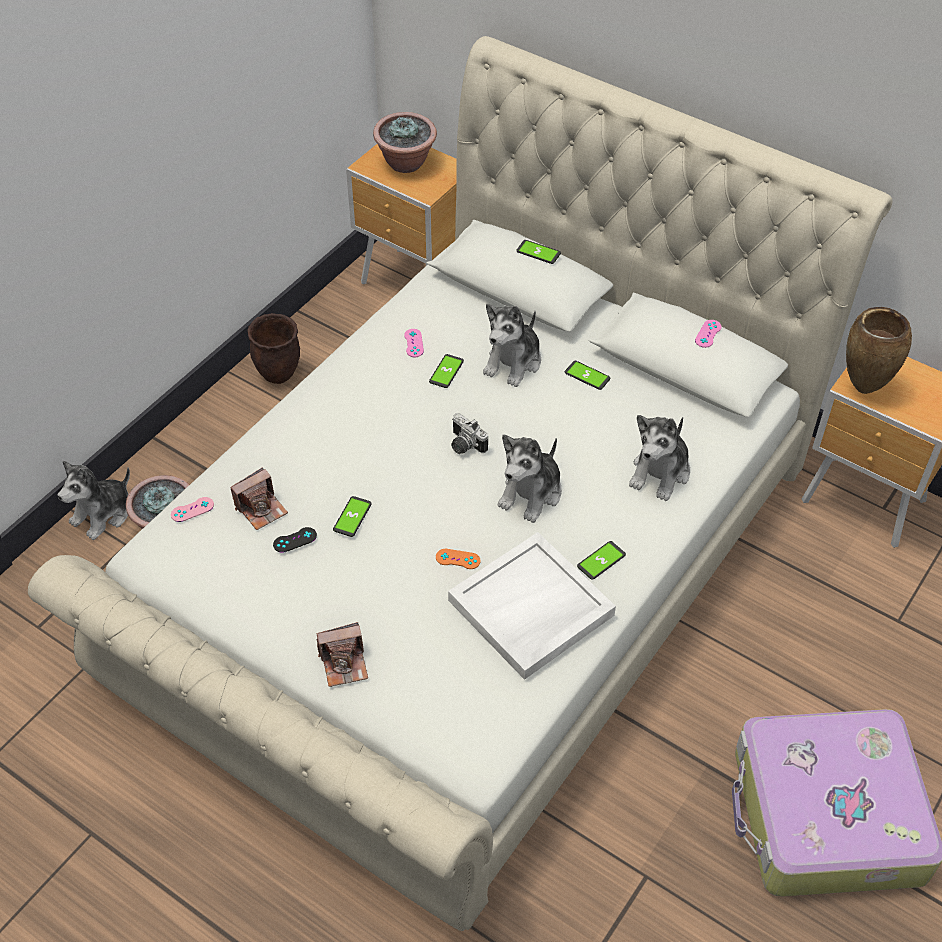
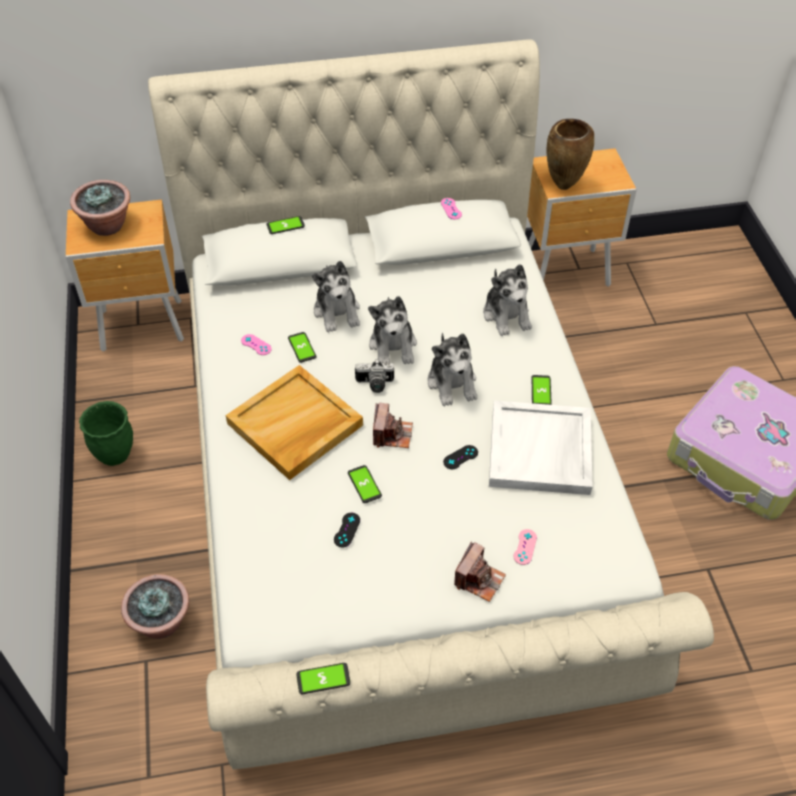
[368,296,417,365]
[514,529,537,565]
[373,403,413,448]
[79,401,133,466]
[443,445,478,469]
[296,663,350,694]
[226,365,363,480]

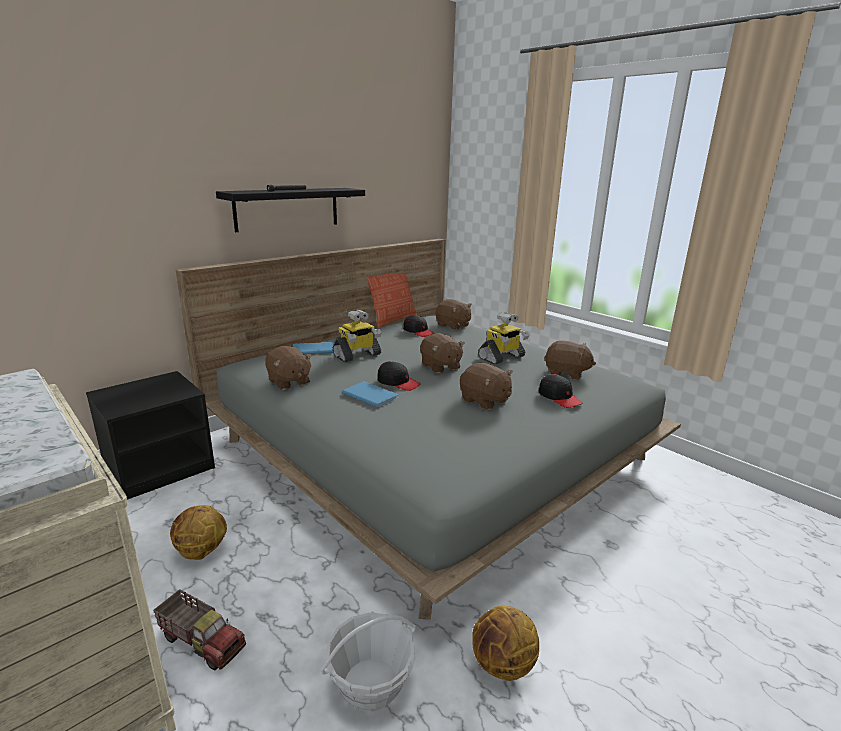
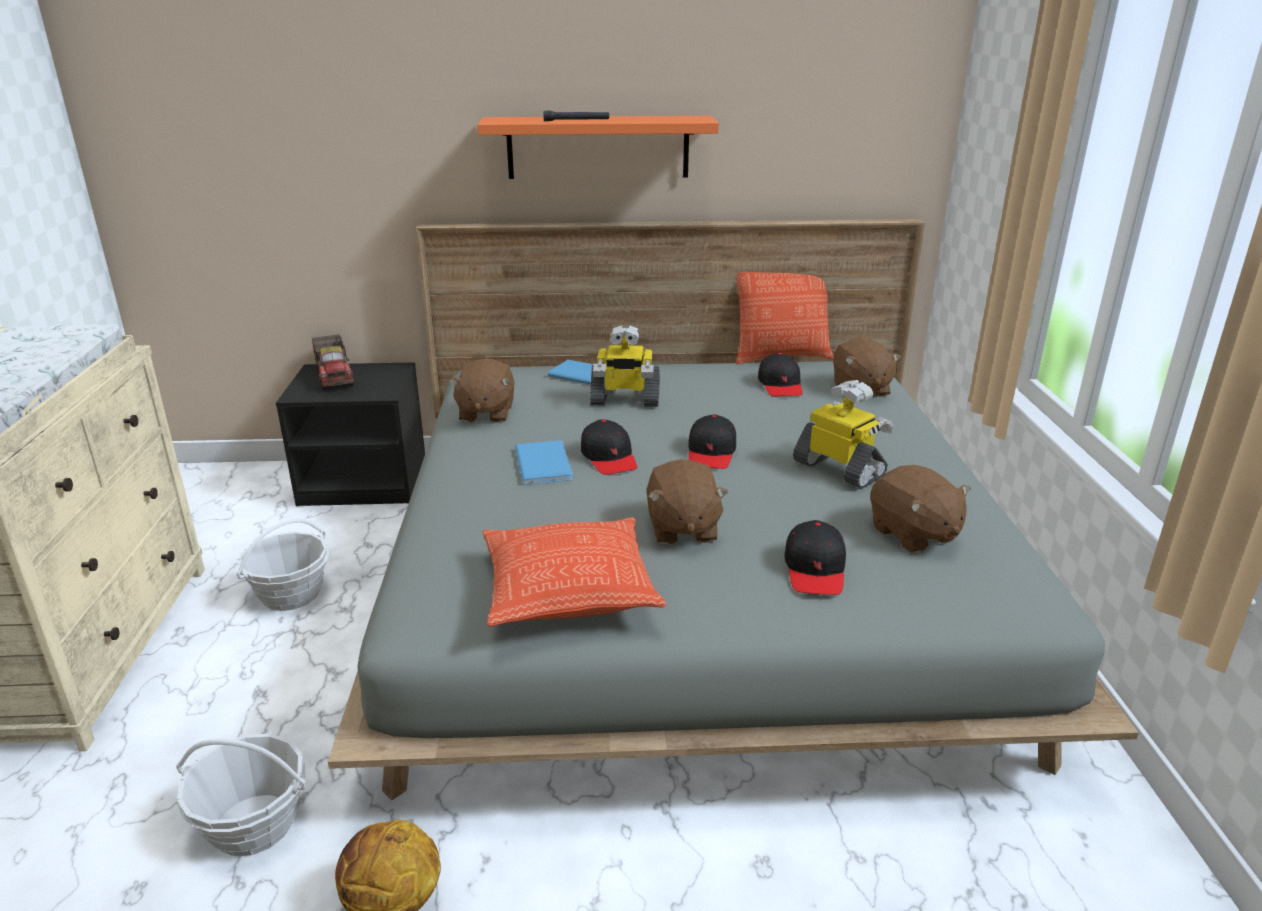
[312,334,354,389]
[237,519,329,611]
[477,116,719,179]
[688,415,736,469]
[793,380,894,488]
[483,517,666,626]

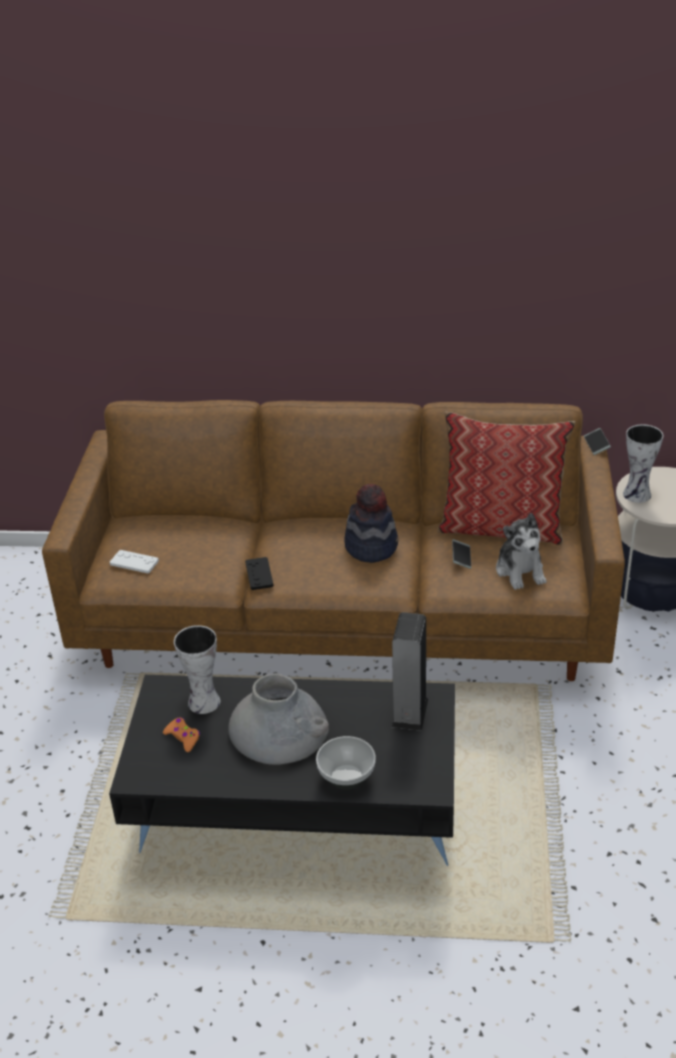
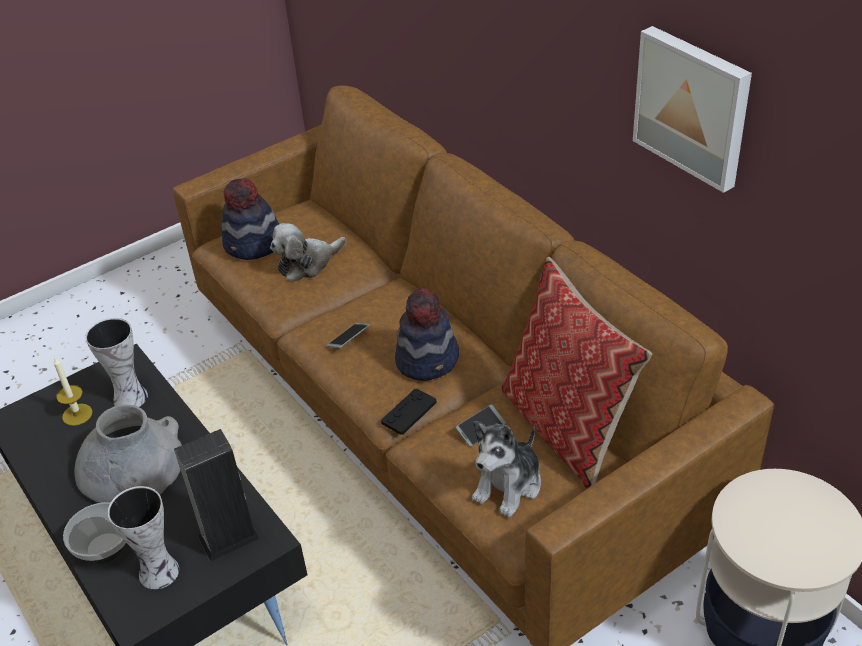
[222,178,279,260]
[54,358,92,426]
[381,389,437,435]
[327,323,370,348]
[108,486,179,589]
[270,223,346,282]
[633,26,752,193]

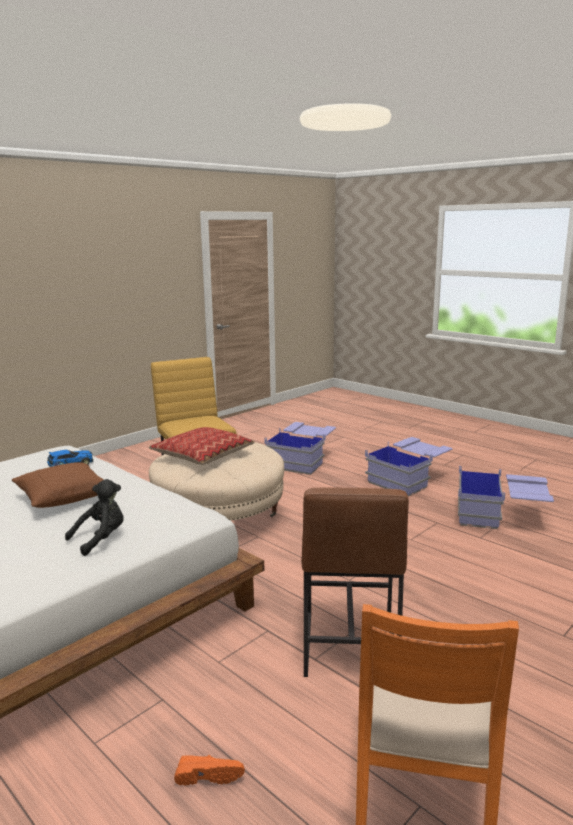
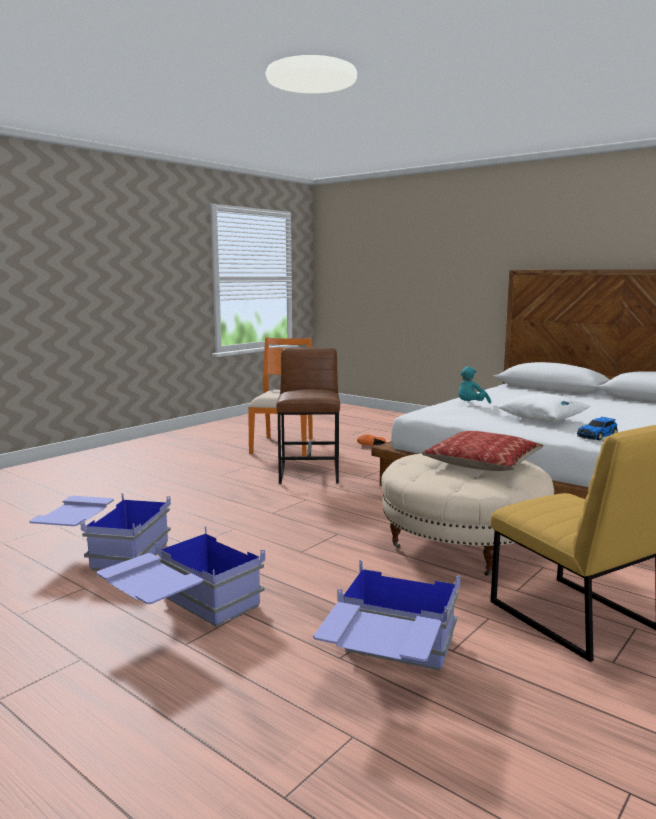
[499,393,590,422]
[458,366,491,403]

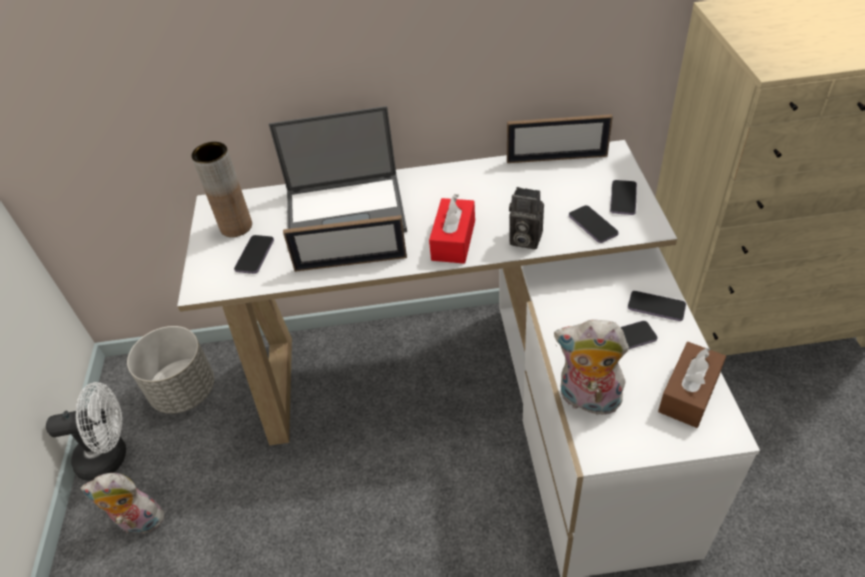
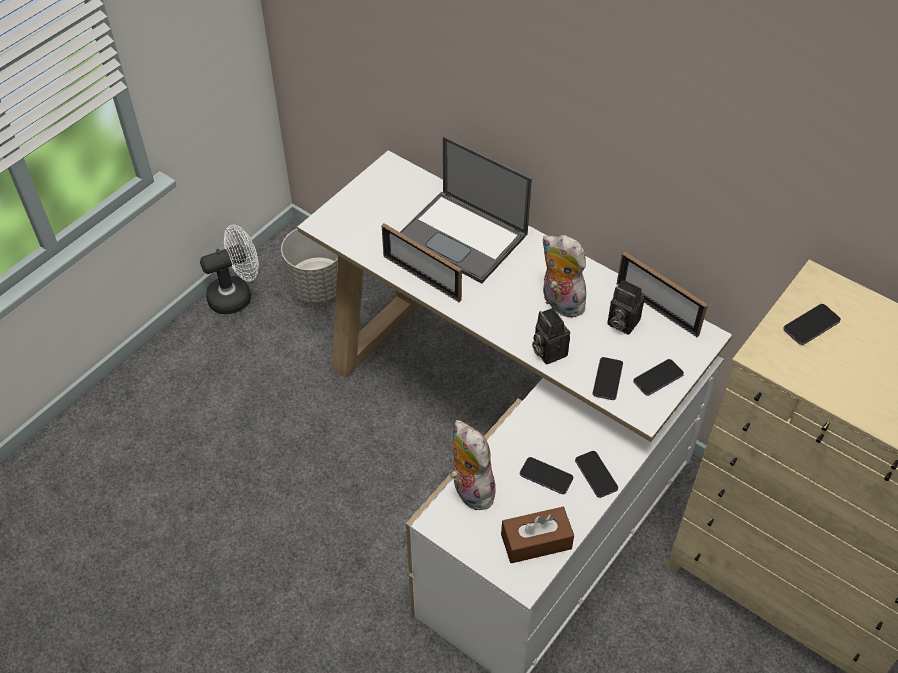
[200,225,259,314]
[542,235,586,318]
[192,142,252,237] (first image)
[783,304,841,345]
[429,194,475,264] (first image)
[607,279,645,335]

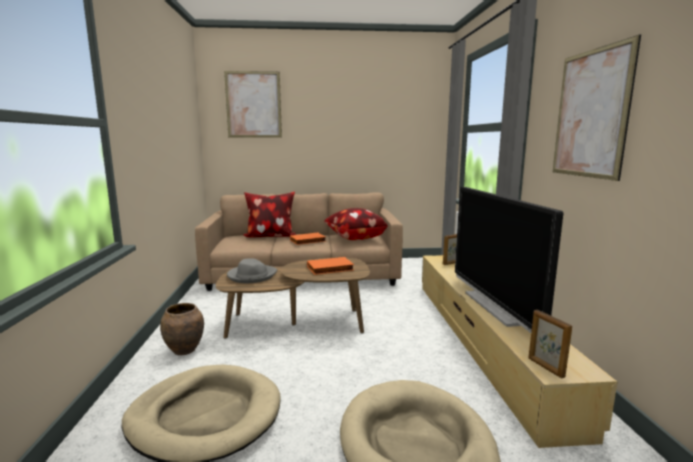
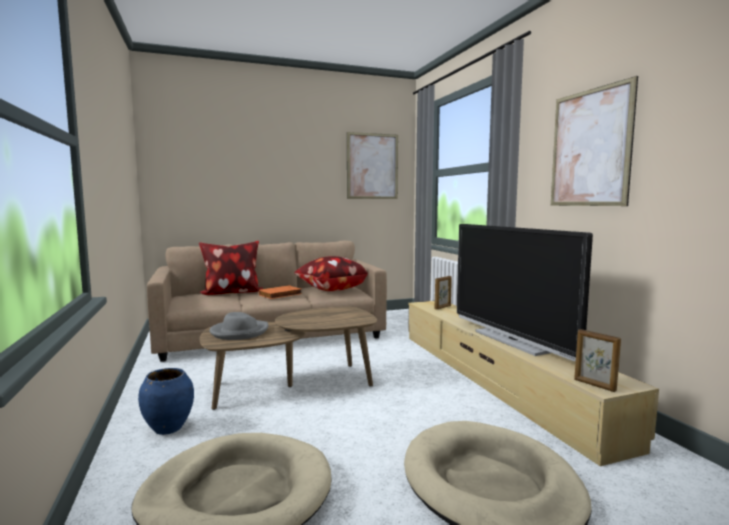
[138,368,194,435]
[347,132,398,199]
[307,257,354,275] (first image)

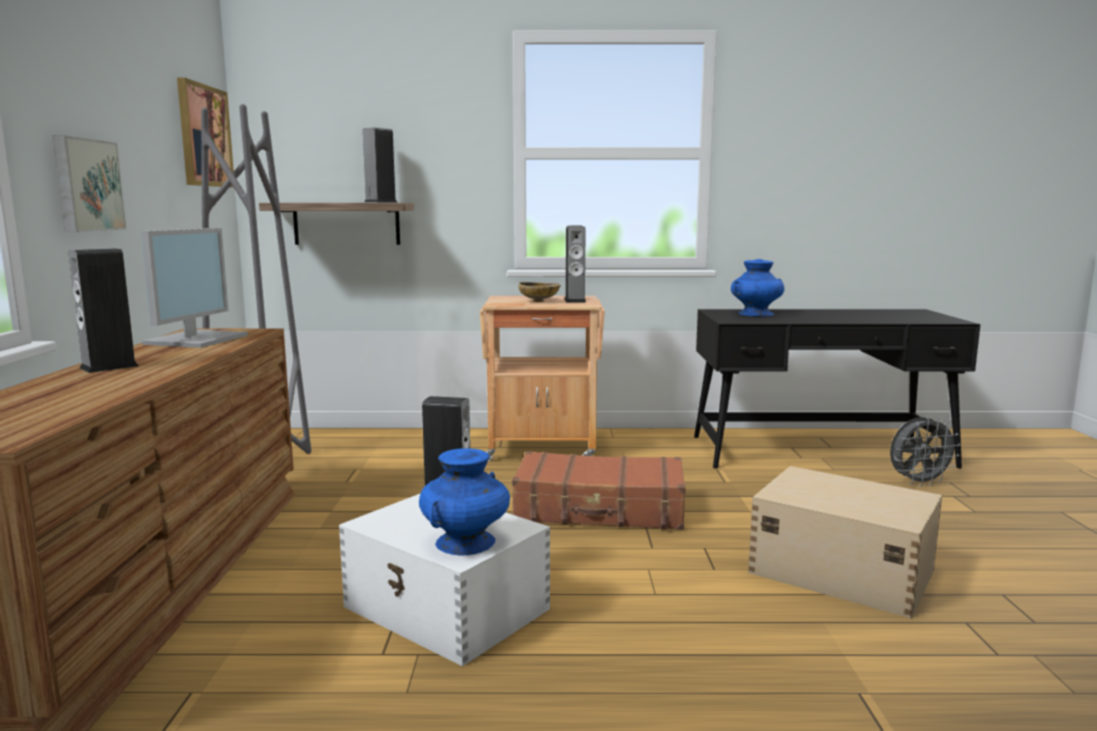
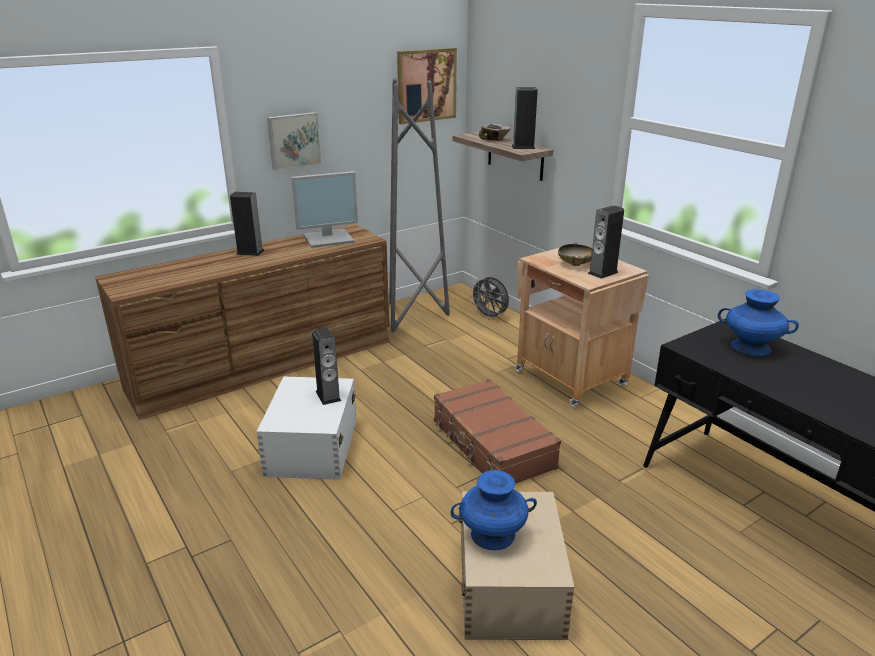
[451,470,537,550]
[470,277,509,320]
[479,124,511,141]

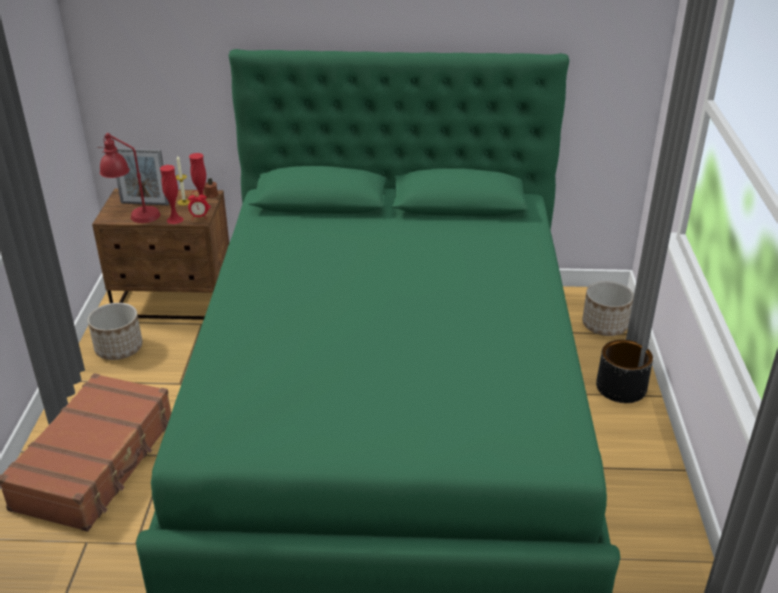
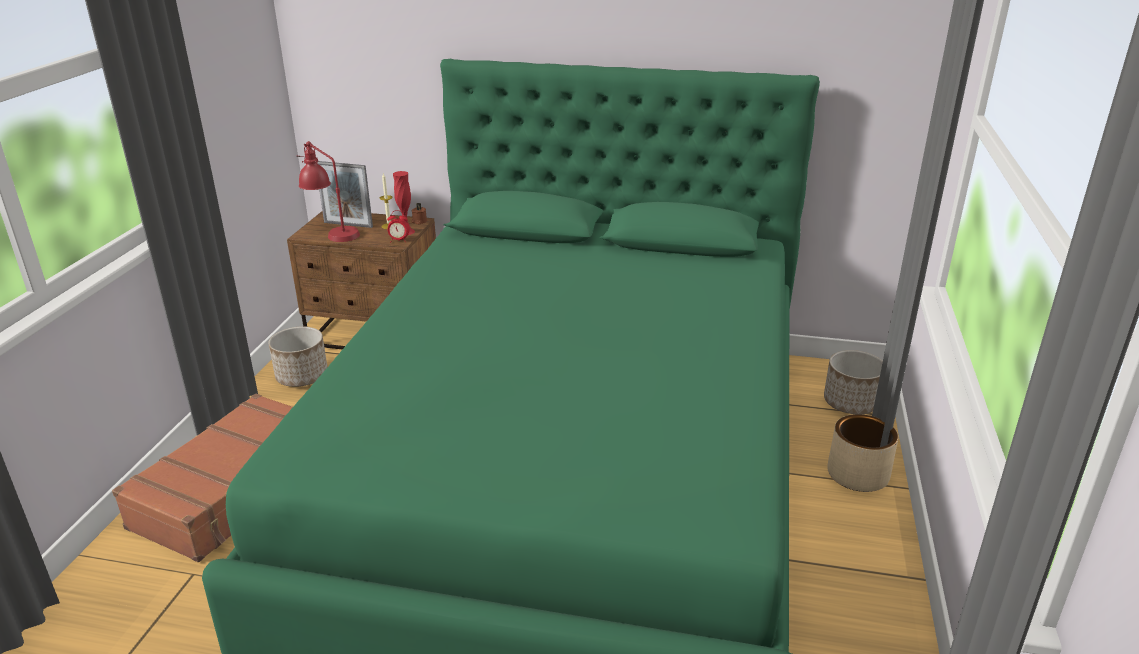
[160,165,183,224] (first image)
[828,414,898,492]

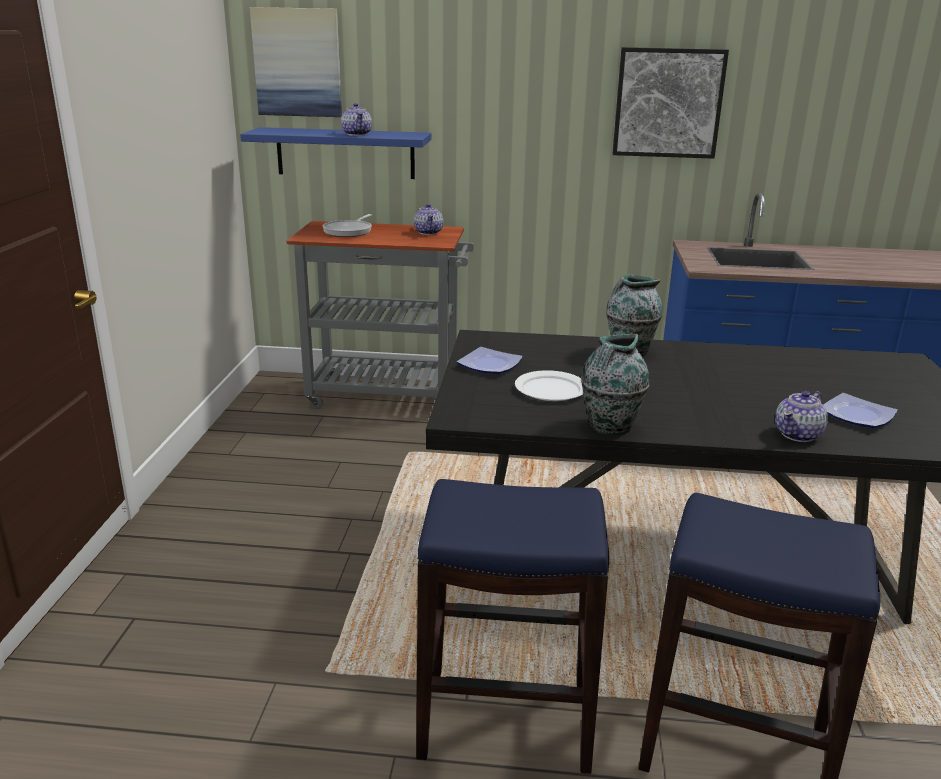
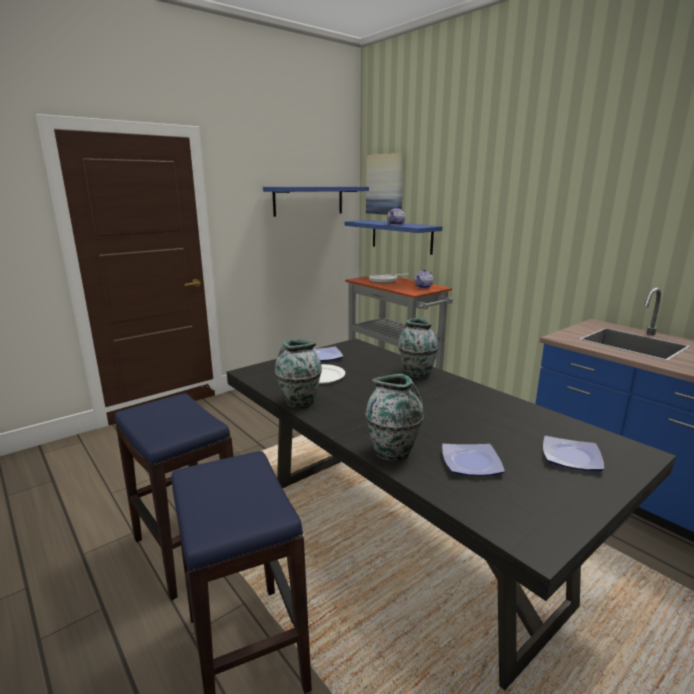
[613,47,729,159] (first image)
[366,374,424,462]
[263,187,369,217]
[543,436,604,471]

